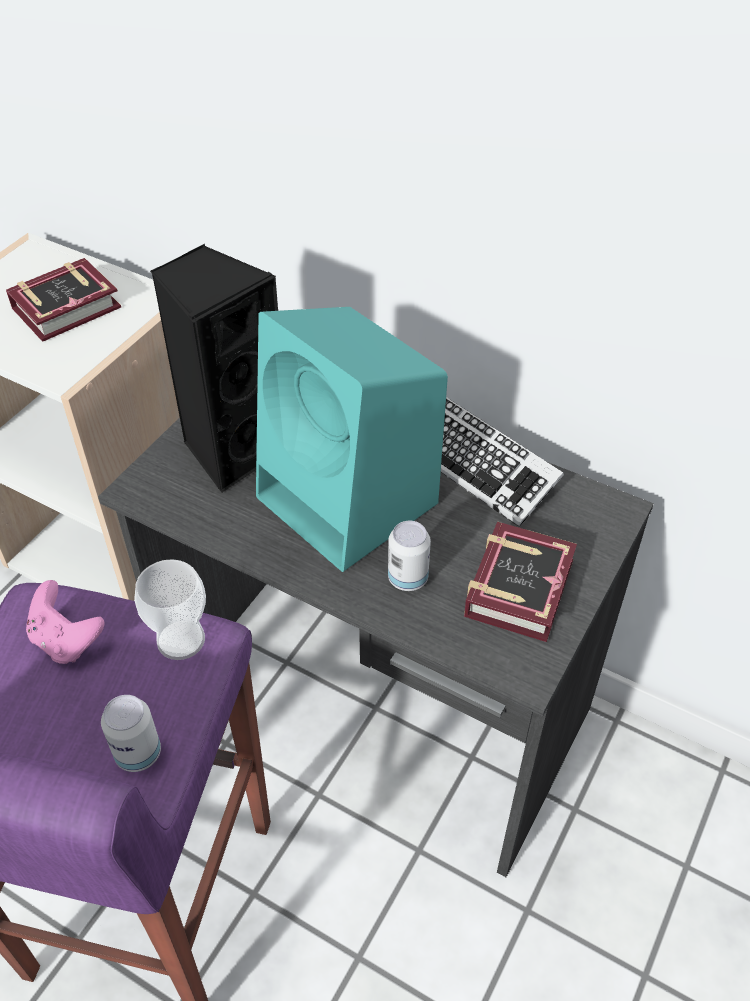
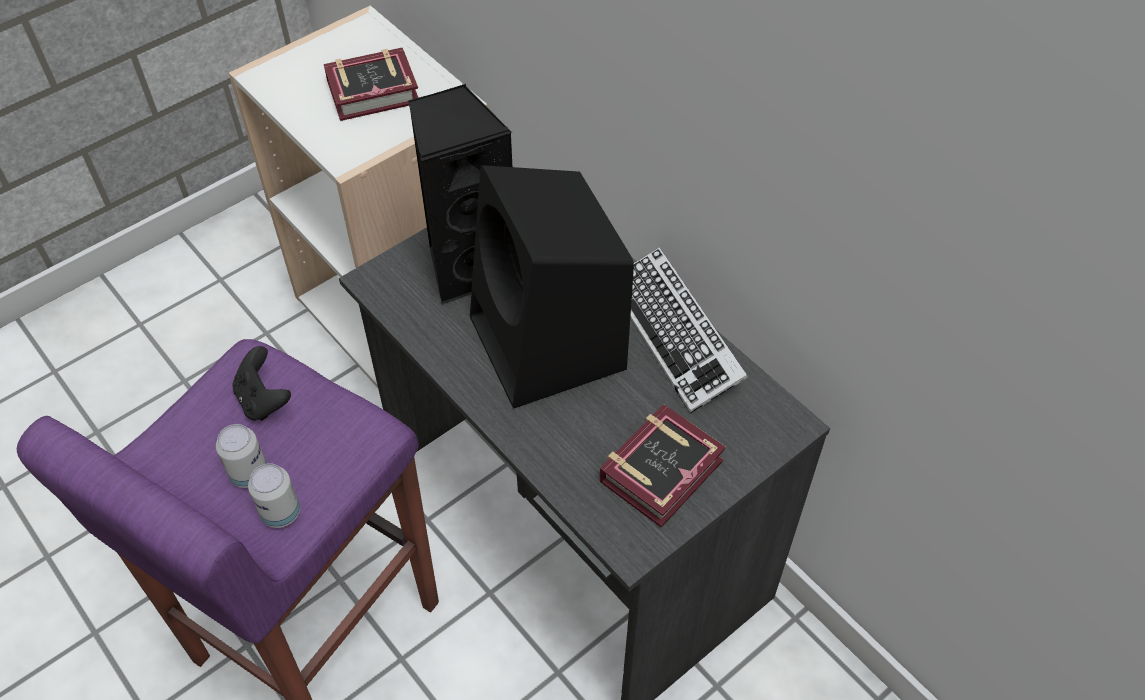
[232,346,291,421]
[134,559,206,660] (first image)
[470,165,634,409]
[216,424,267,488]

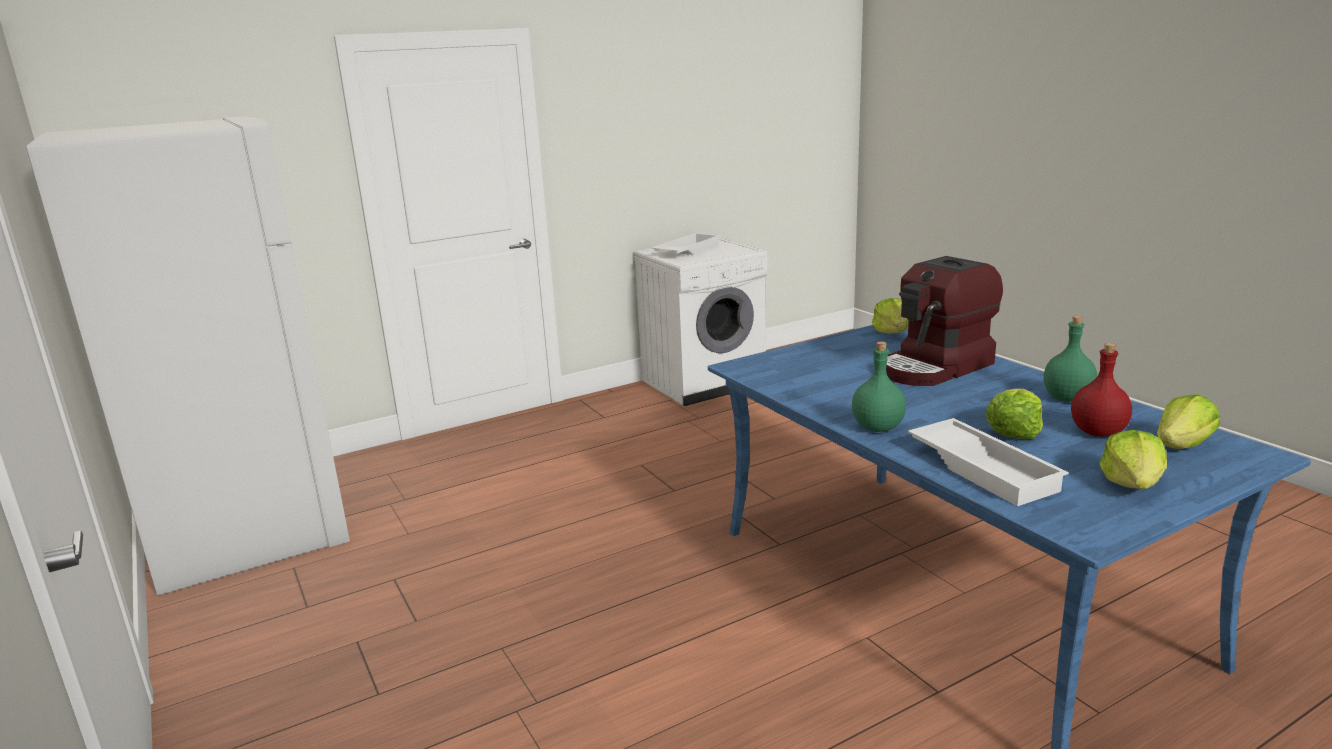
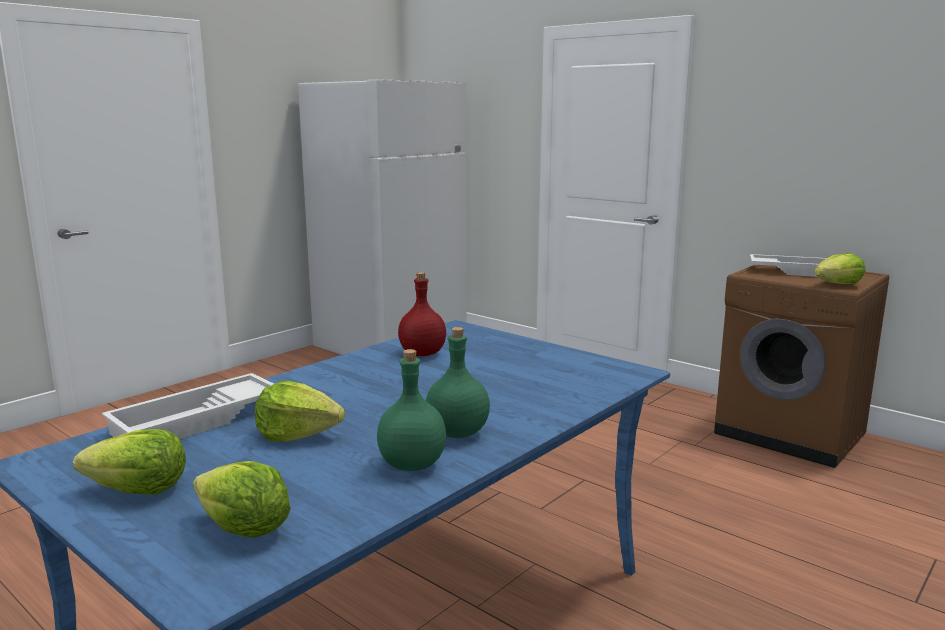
[714,265,889,468]
[426,327,490,438]
[814,253,865,284]
[886,256,1003,386] (first image)
[398,272,446,356]

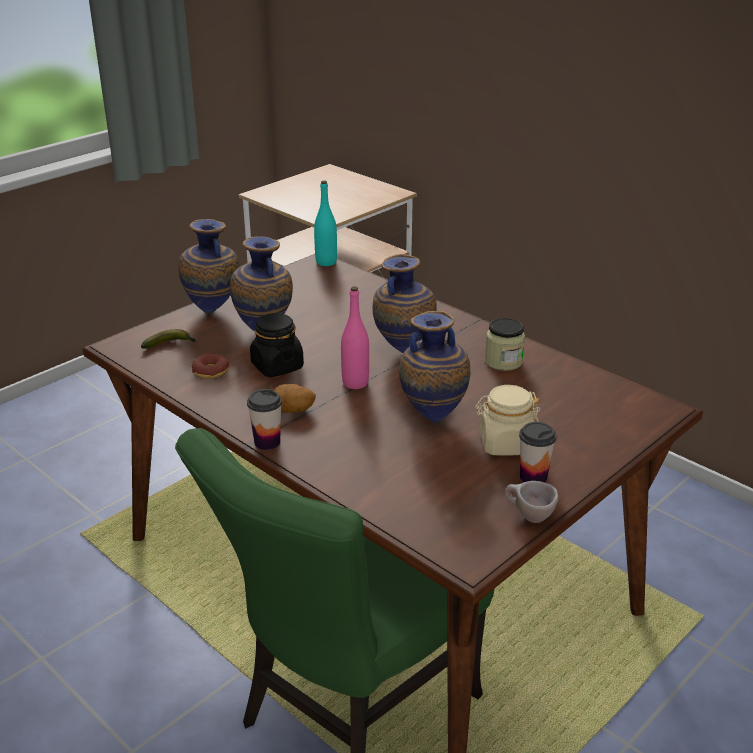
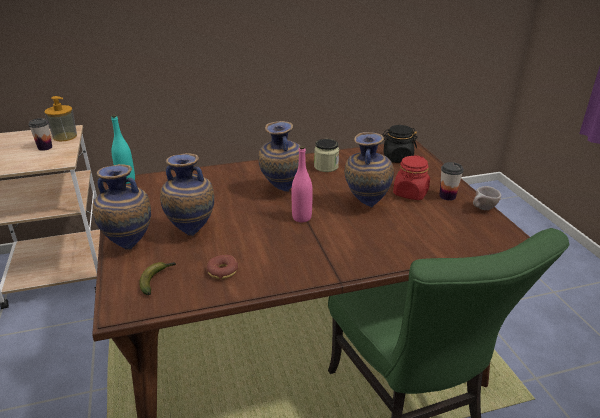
[28,118,52,151]
[382,125,417,163]
[273,384,316,413] (first image)
[393,155,430,200]
[44,96,77,141]

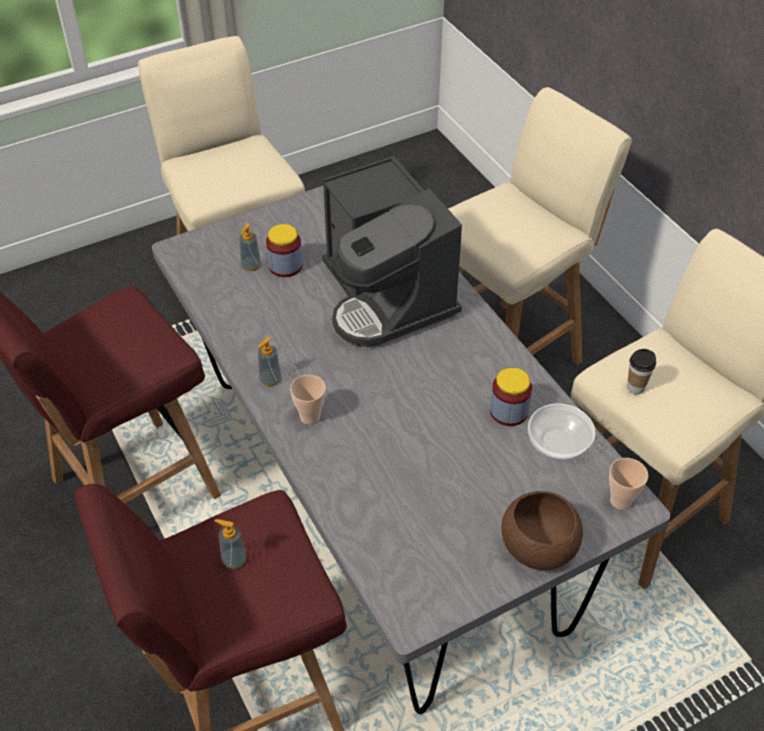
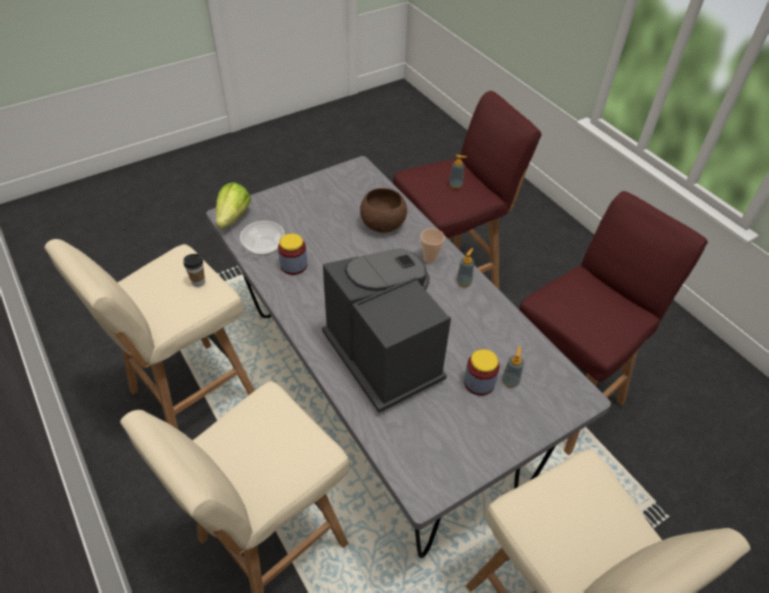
[360,188,407,233]
[216,182,251,229]

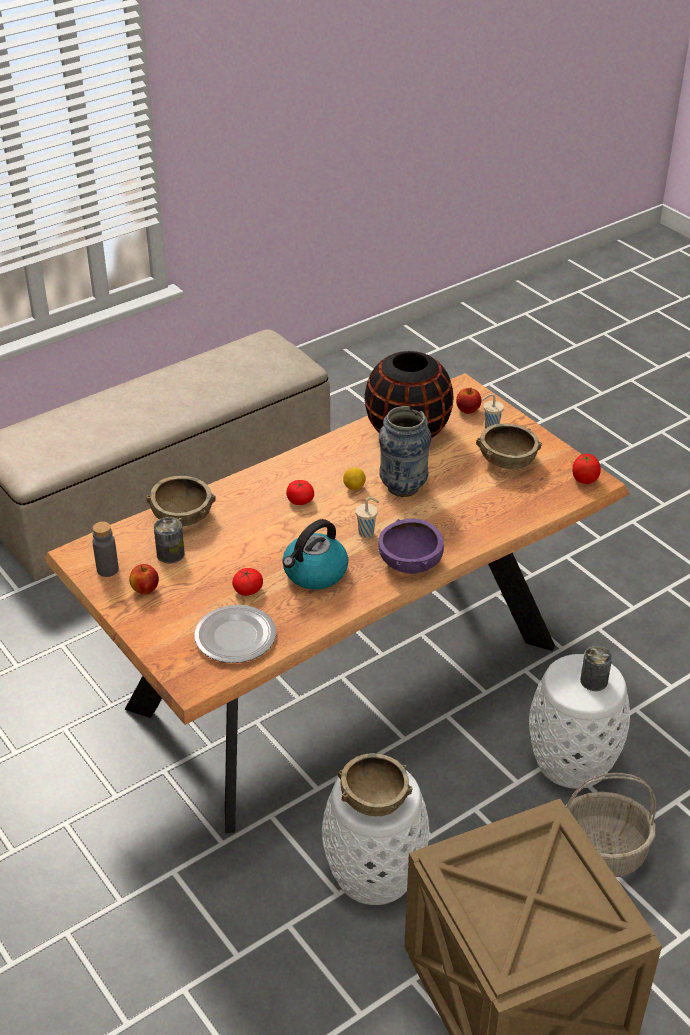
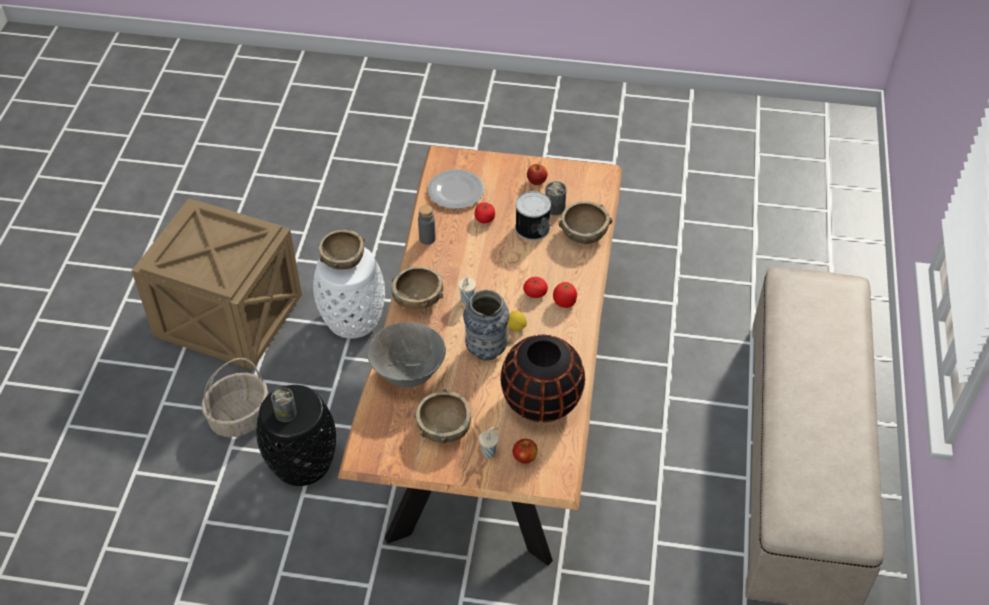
[418,205,436,245]
[282,519,348,590] (first image)
[392,266,443,310]
[256,385,336,486]
[553,282,577,308]
[368,322,446,387]
[515,191,551,241]

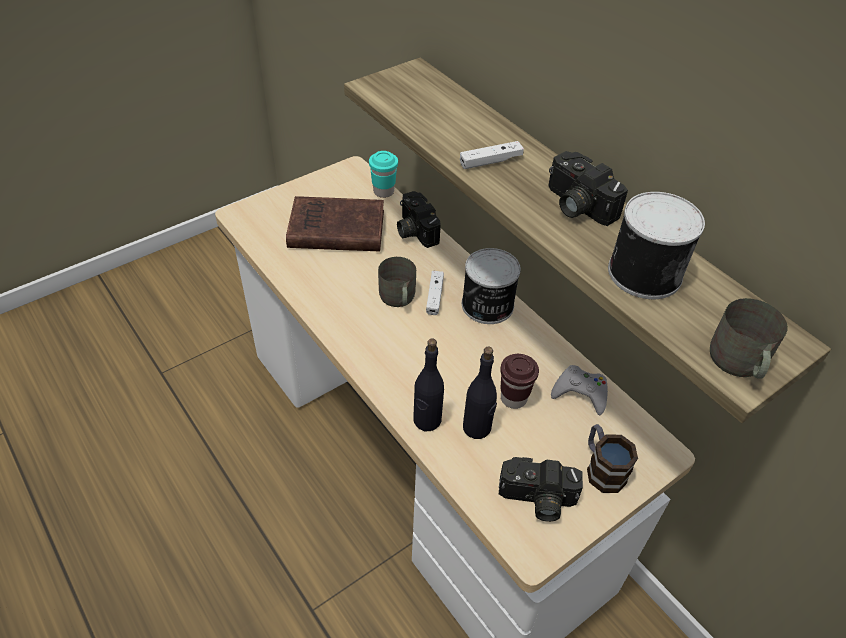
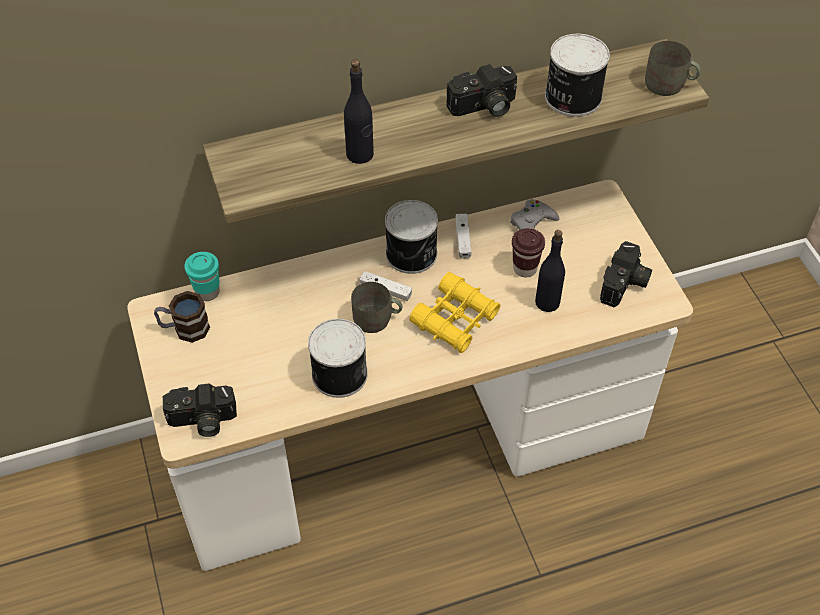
[286,196,384,251] (first image)
[163,384,237,437]
[344,59,374,164]
[455,214,471,259]
[154,291,210,343]
[308,319,368,398]
[409,272,501,353]

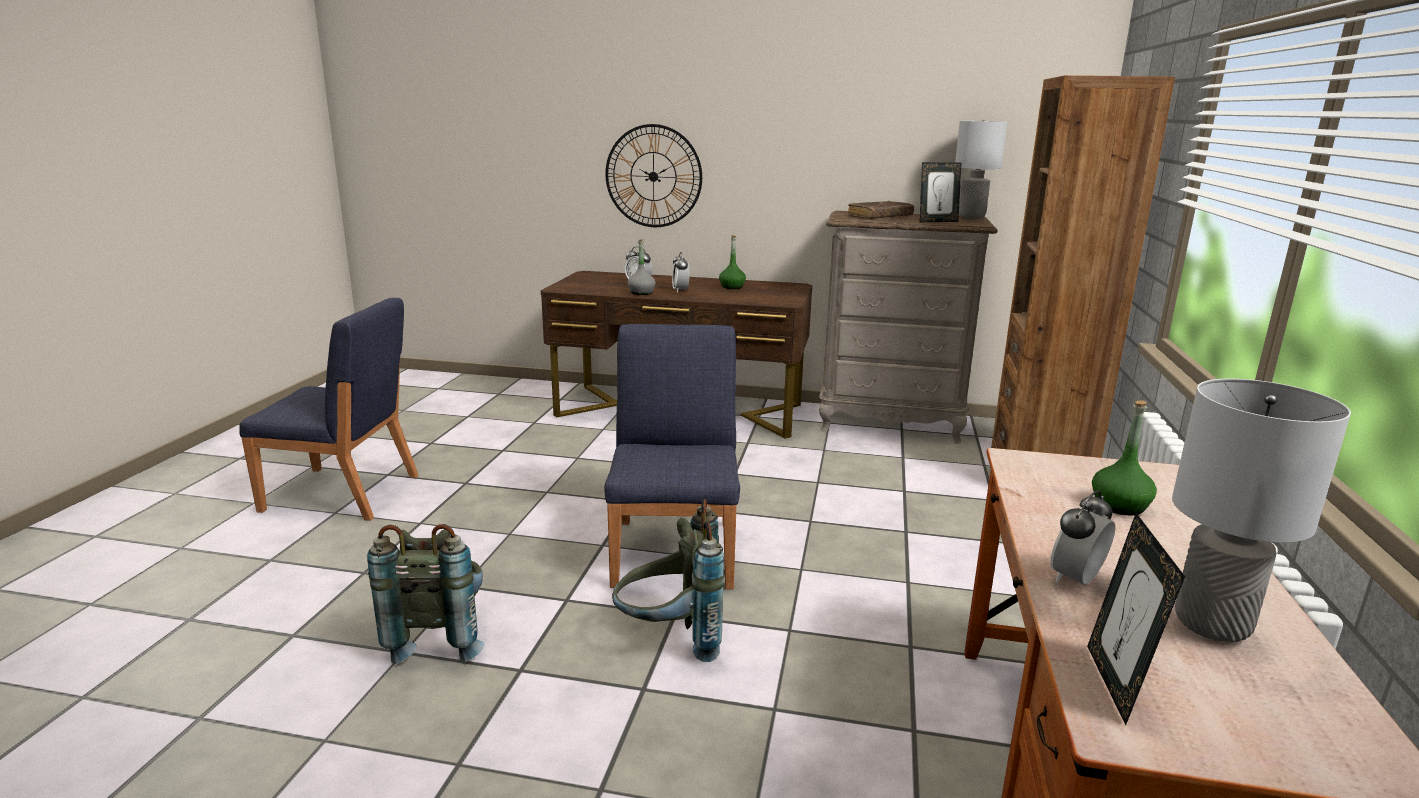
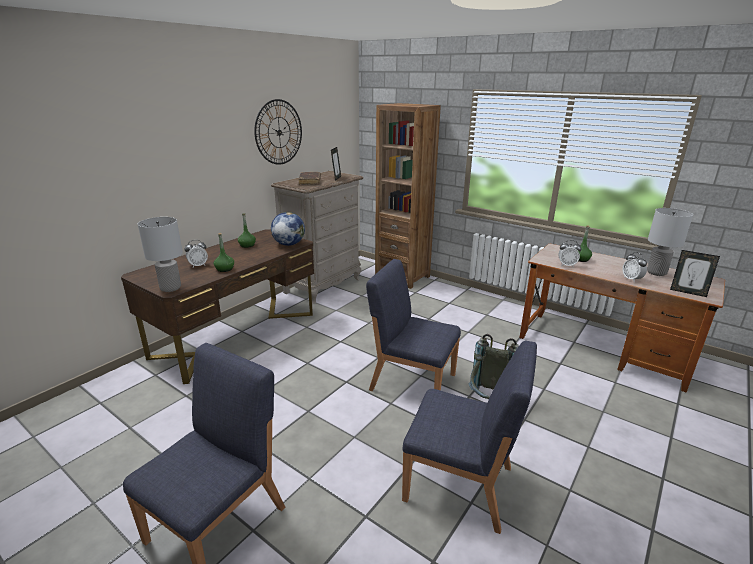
[402,341,537,534]
[254,99,302,165]
[214,233,234,272]
[558,240,581,267]
[138,217,183,292]
[271,212,305,246]

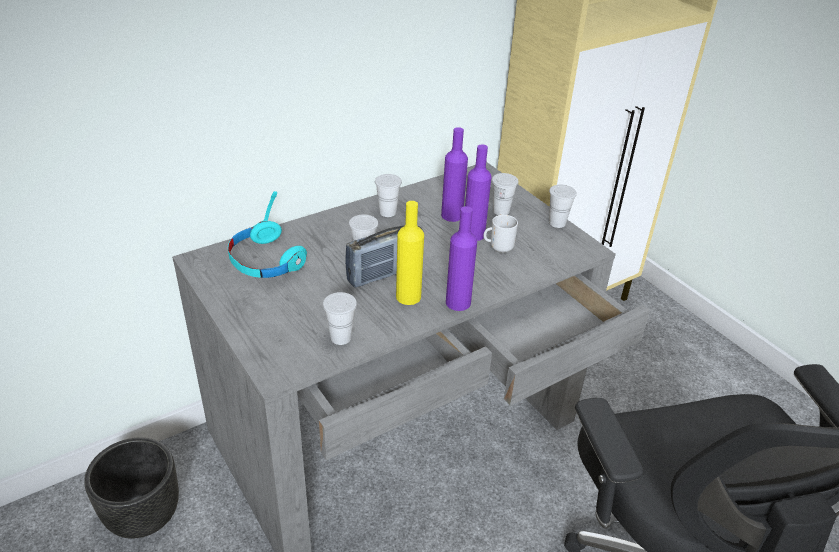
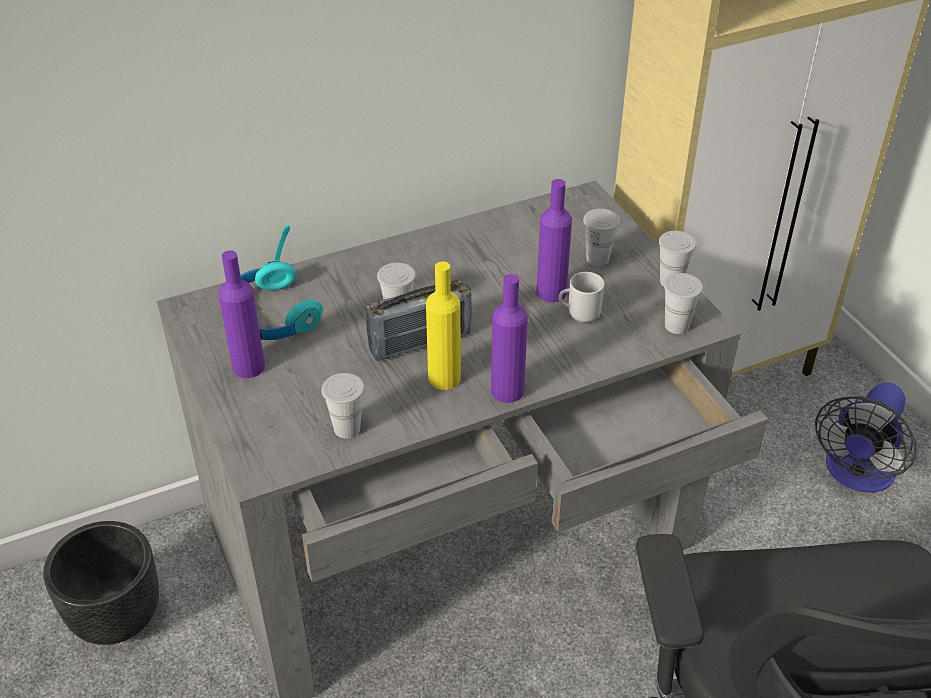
[664,273,703,334]
[218,251,265,378]
[815,382,917,493]

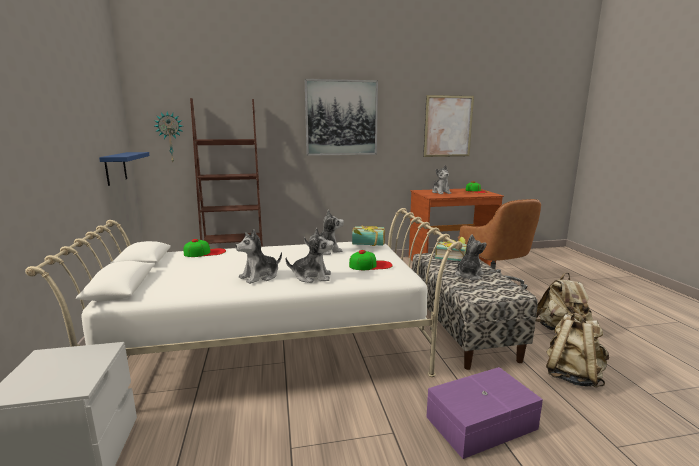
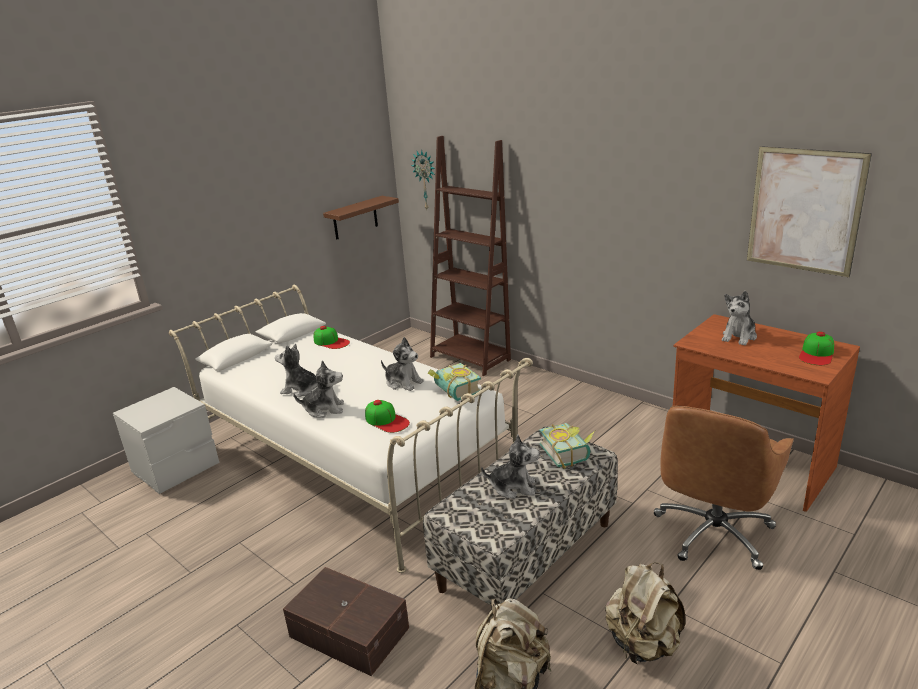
[323,196,399,240]
[294,360,344,418]
[305,79,378,156] (first image)
[283,567,409,676]

